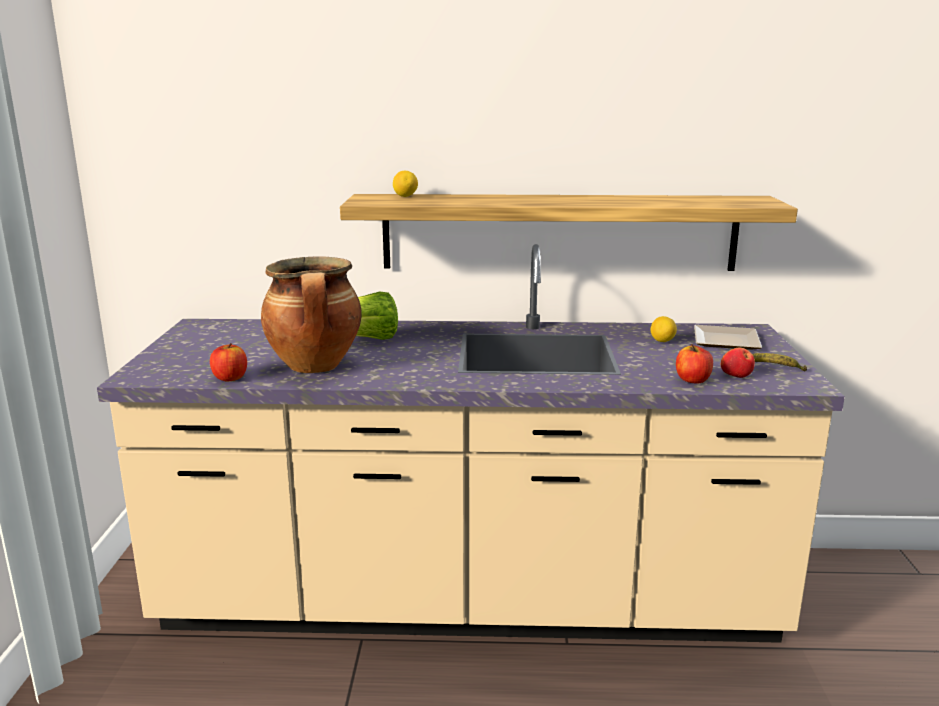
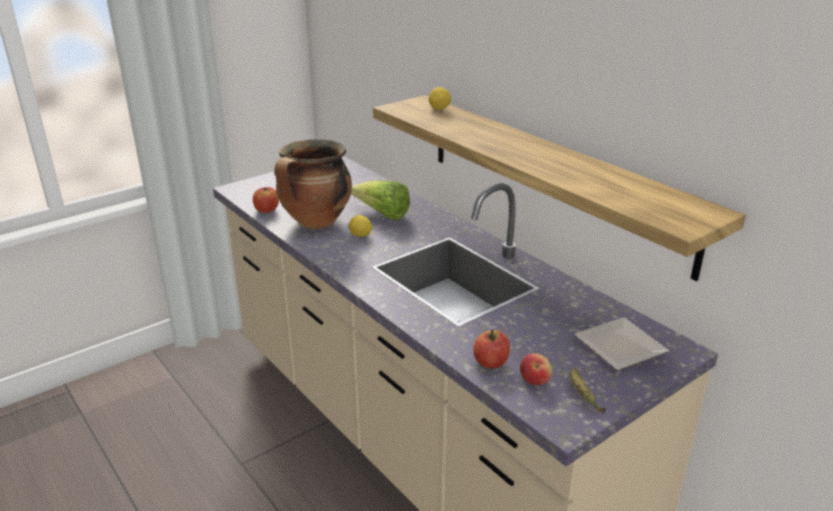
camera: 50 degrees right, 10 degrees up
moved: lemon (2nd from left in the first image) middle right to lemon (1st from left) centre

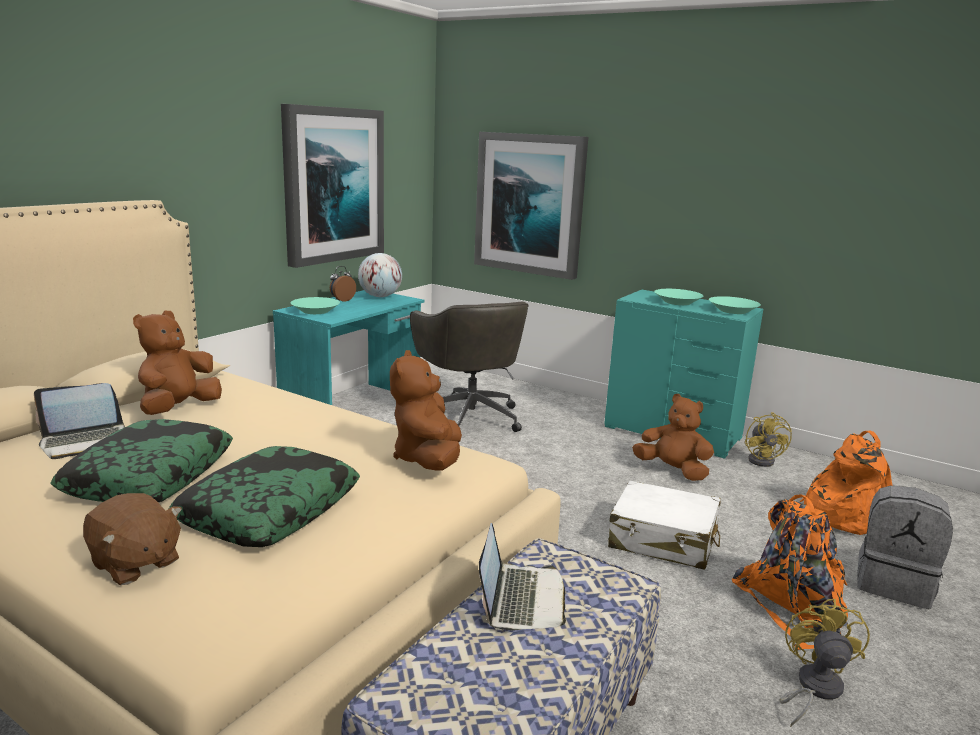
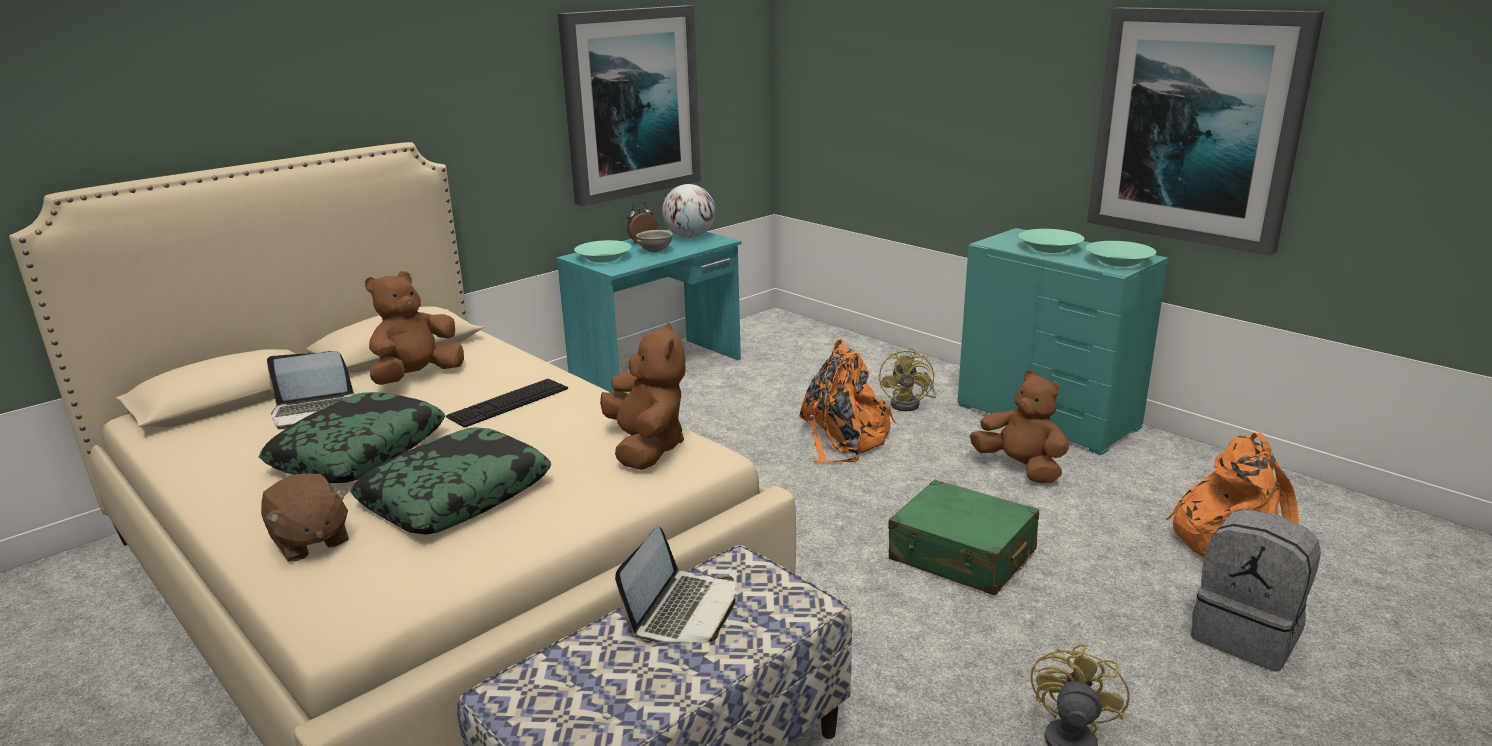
camera: 15 degrees right, 5 degrees up
removed: gray desk chair centre
added: gray deep dish top centre; PC keyboard centre
moved: wall art (2nd from left) top centre to top right; yellow-coloured fan (1st from left) middle right to centre; orangey backpack (1st from left) bottom right to centre
recoloured: white piece of luggage bottom right to greenish piece of luggage bottom centre
turned: brownish plush toy (3rd from left) centre = centre 150 degrees clockwise

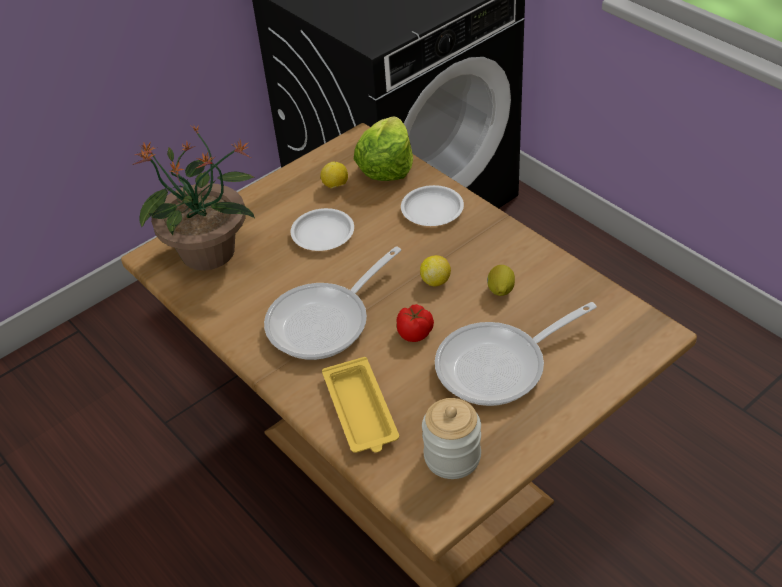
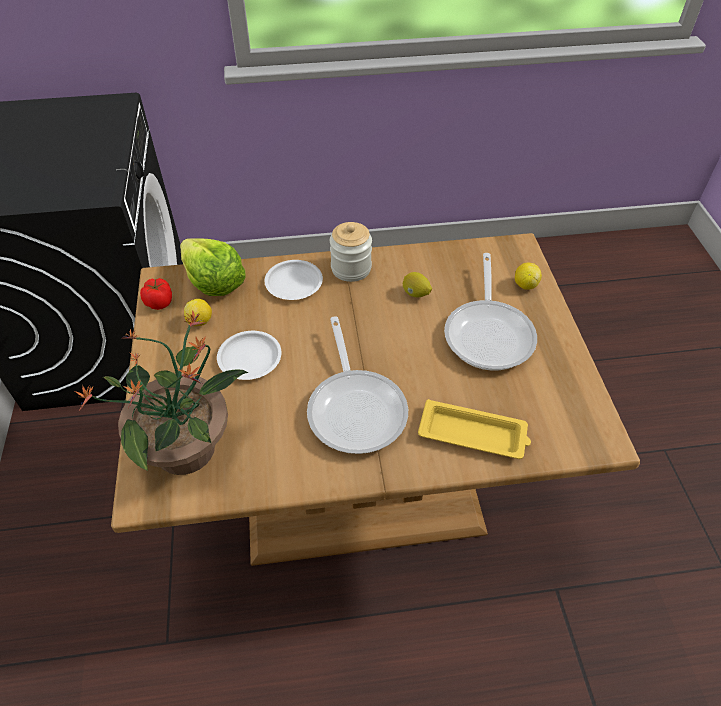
camera: 60 degrees left, 5 degrees up
moved: lemon (2nd from left in the first image) centre to lemon (3rd from left) middle right; tomato centre to middle left; preserve jar bottom centre to centre

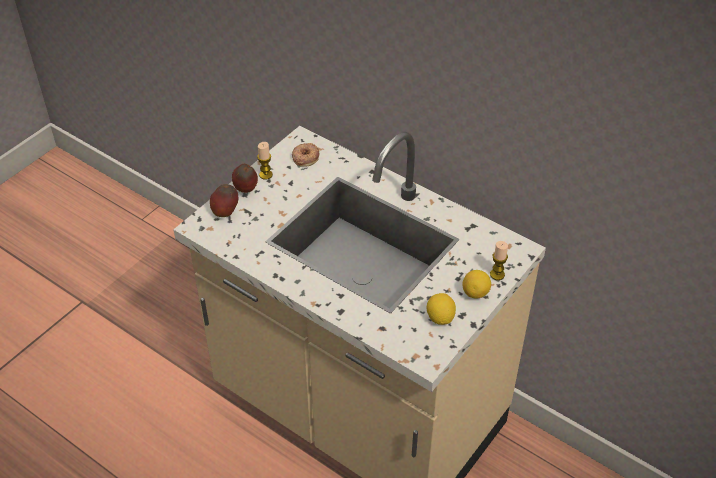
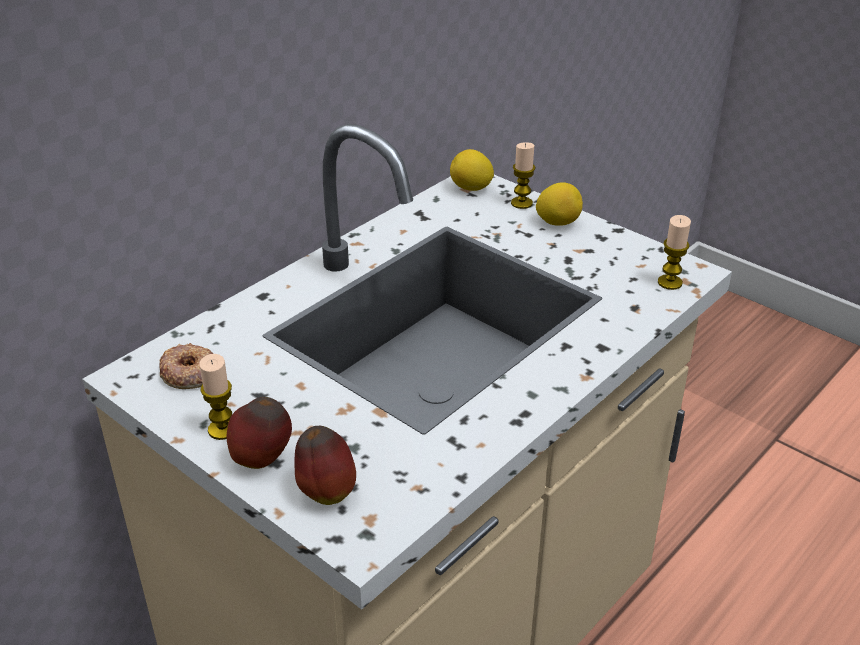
camera: 85 degrees left, 10 degrees down
added: wax candle (3rd from left) middle right
moved: lemon (1st from left) centre to top centre

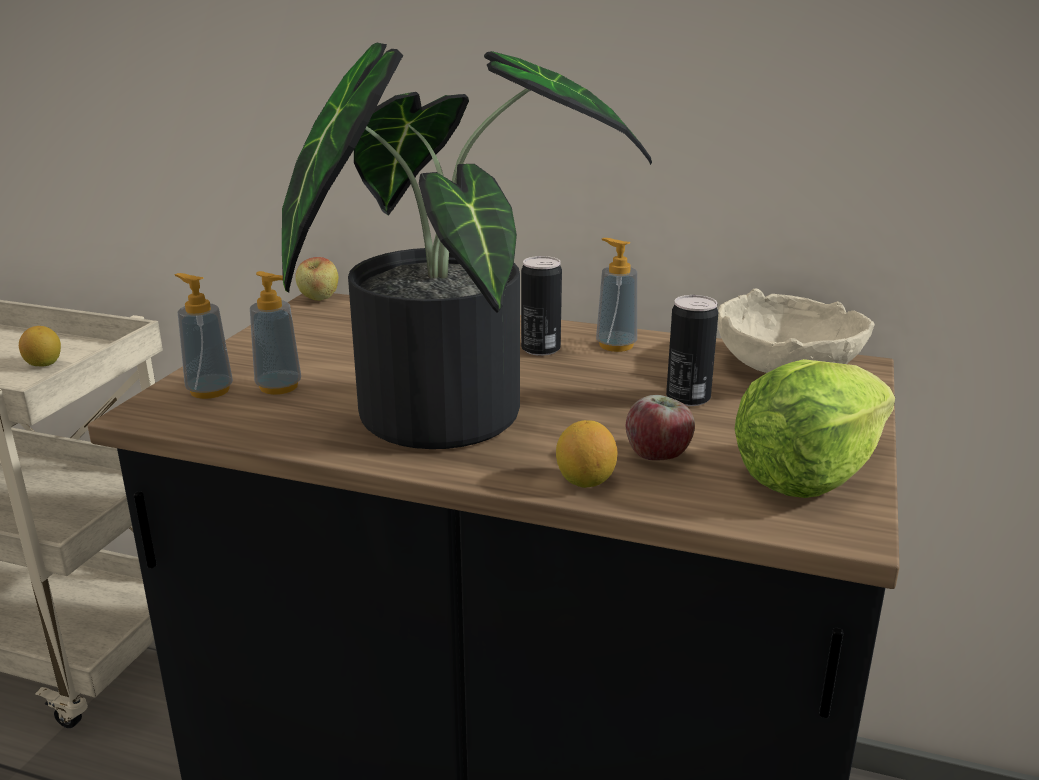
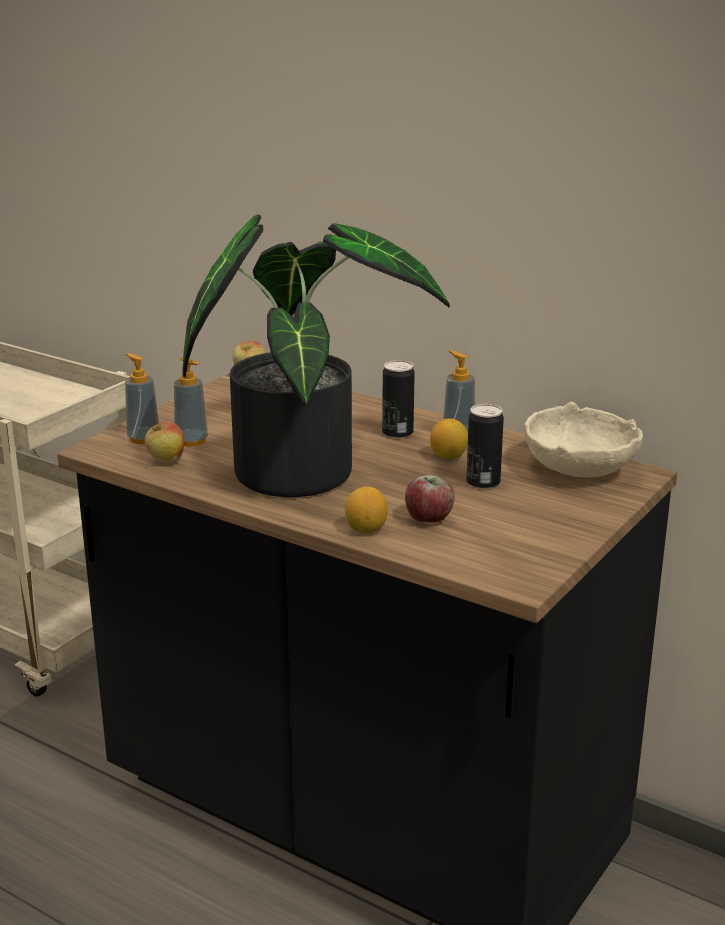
camera: 15 degrees right, 0 degrees up
removed: lettuce middle right
added: apple (1st from left) middle left
moved: lemon (1st from left in the first image) middle left to lemon (2nd from left) centre

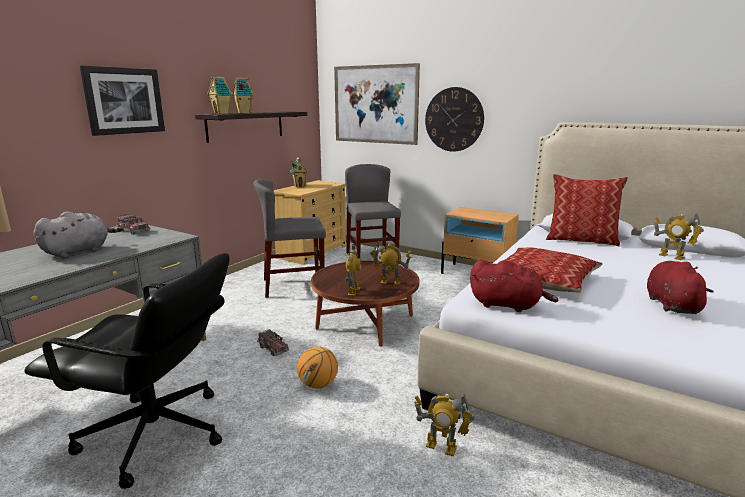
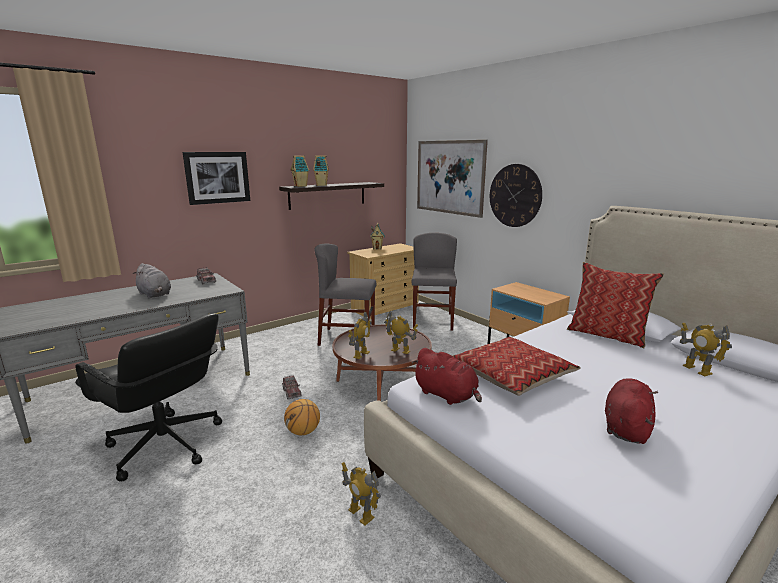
camera: 20 degrees right, 0 degrees up
turned: gray plush toy middle left = middle left 75 degrees clockwise

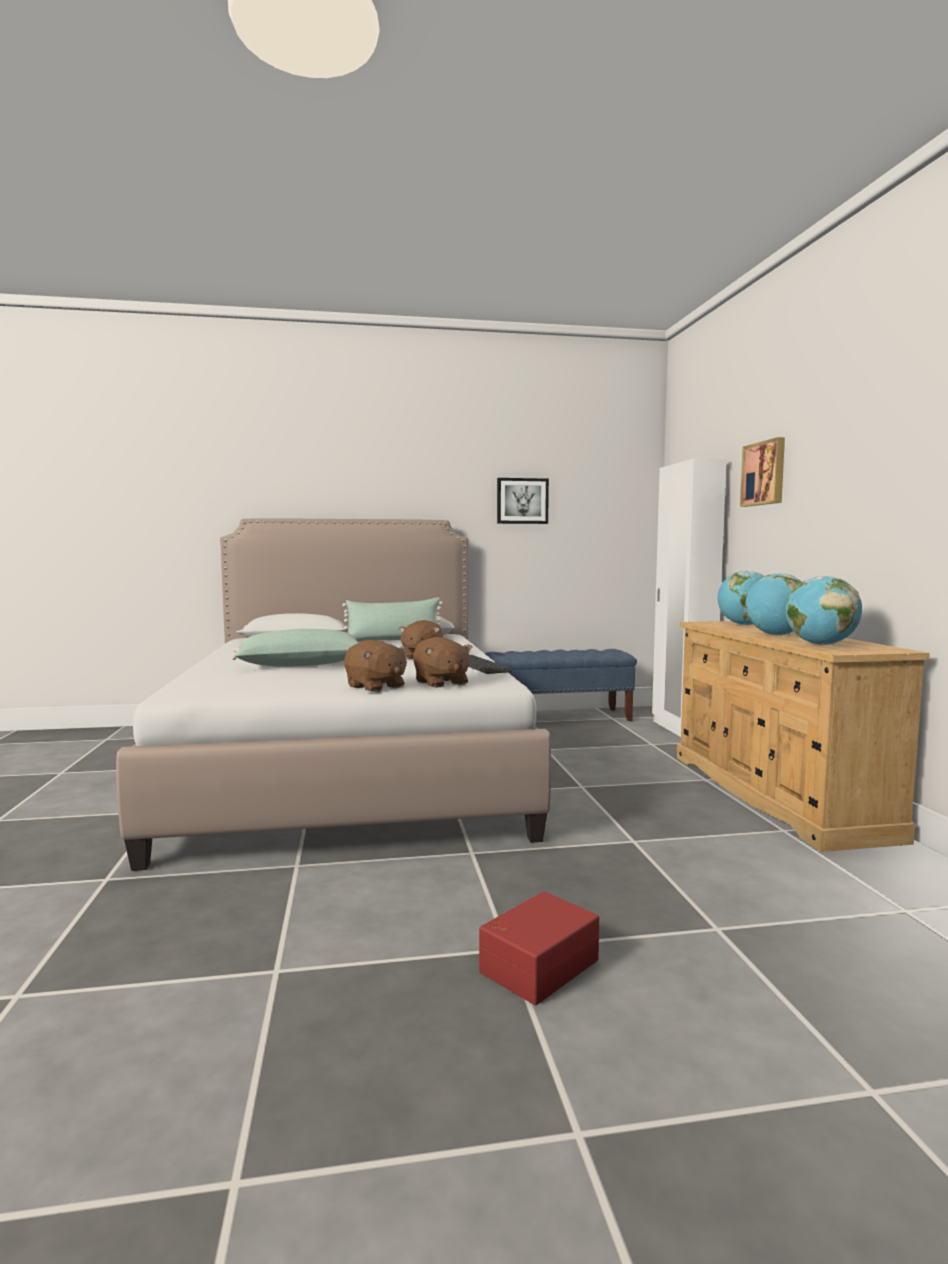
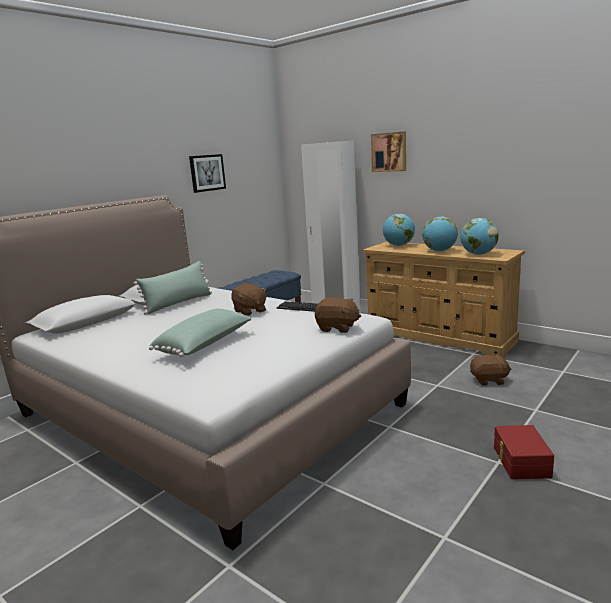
camera: 40 degrees left, 10 degrees up
moved: brownish plush toy (1st from left in the first image) centre to brownish plush toy (3rd from left) middle right

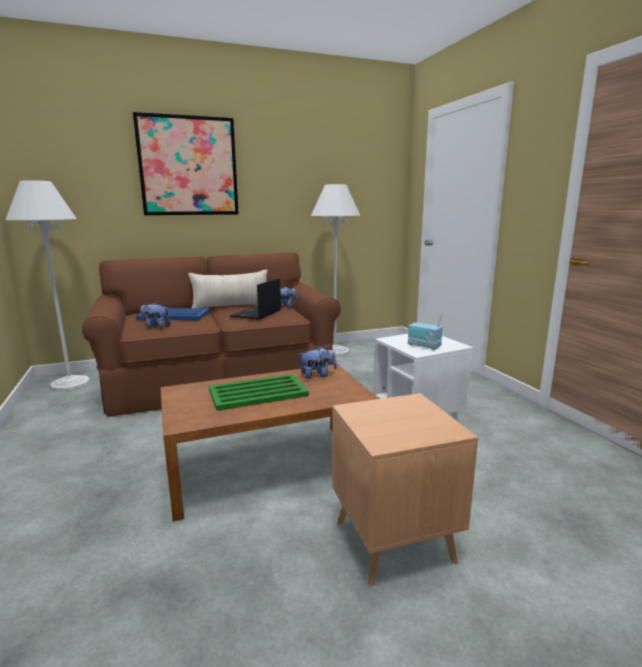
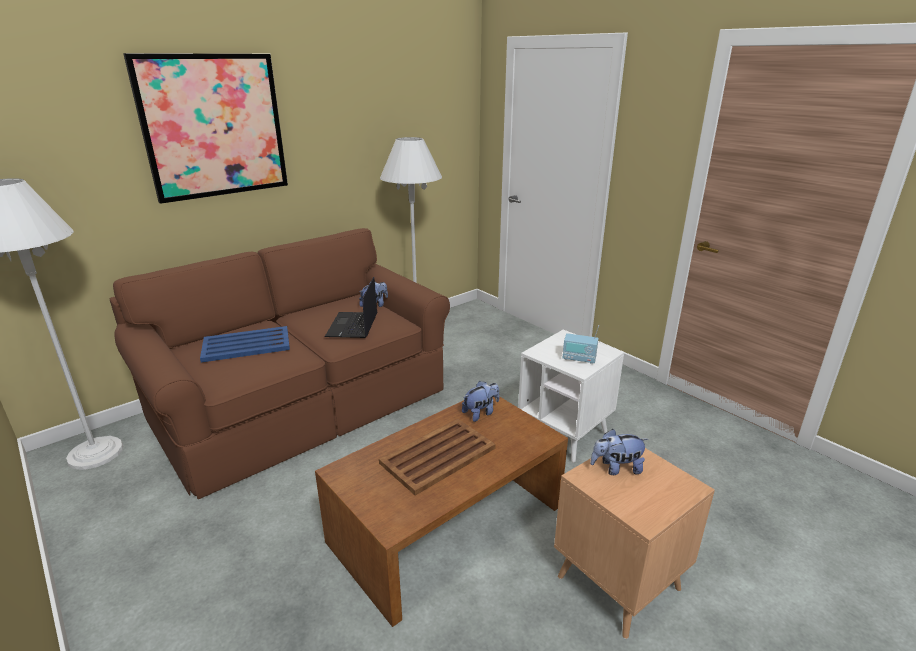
camera: 20 degrees left, 10 degrees up
removed: sand-coloured throw pillow centre
moved: plush toy (1st from left in the first image) middle left to plush toy (3rd from left) bottom right
recoloured: greenish carrying tray centre to brownish carrying tray bottom centre

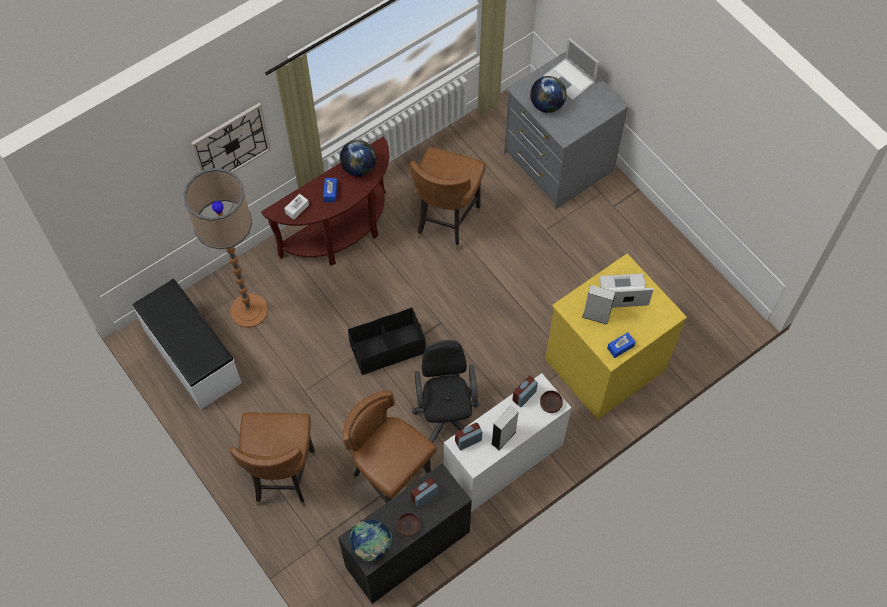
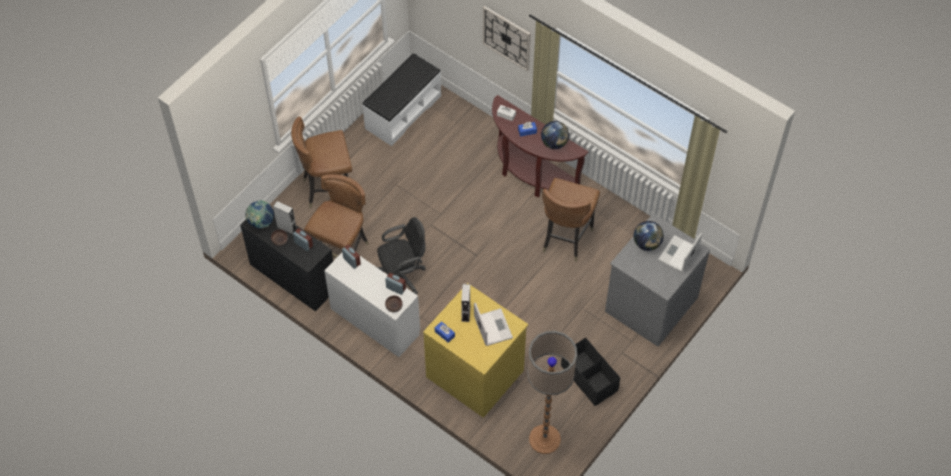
camera: 75 degrees right, 5 degrees down
moved: standard lamp middle left to bottom centre; black storage container centre to bottom centre; gray audio speaker (1st from left) bottom centre to middle left
turned: brownish chair (3rd from left) top centre = centre 75 degrees counterclockwise

